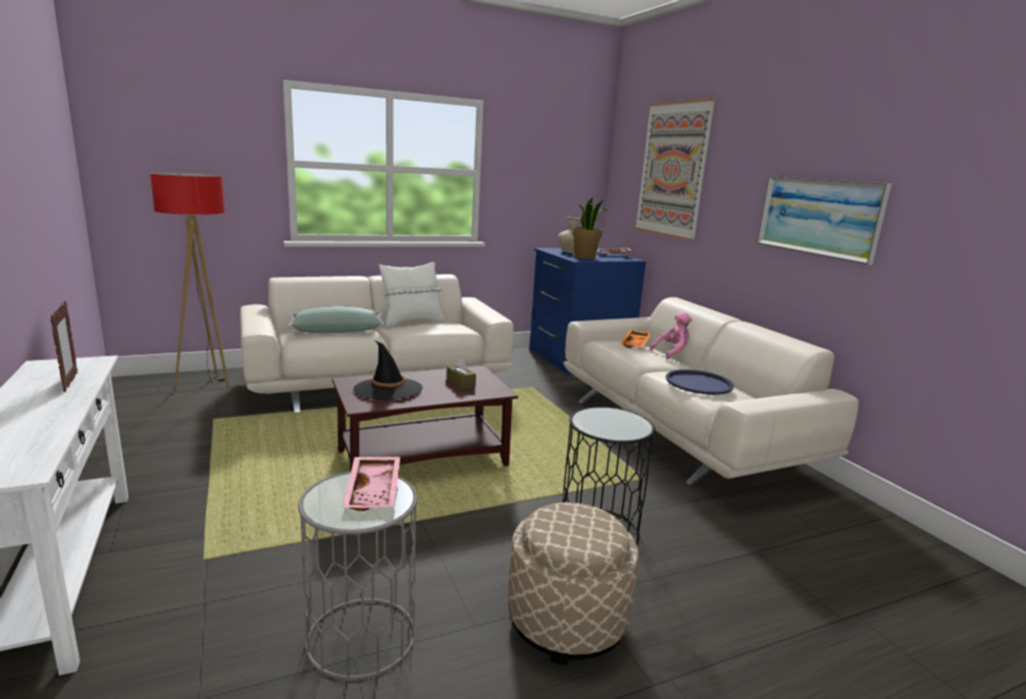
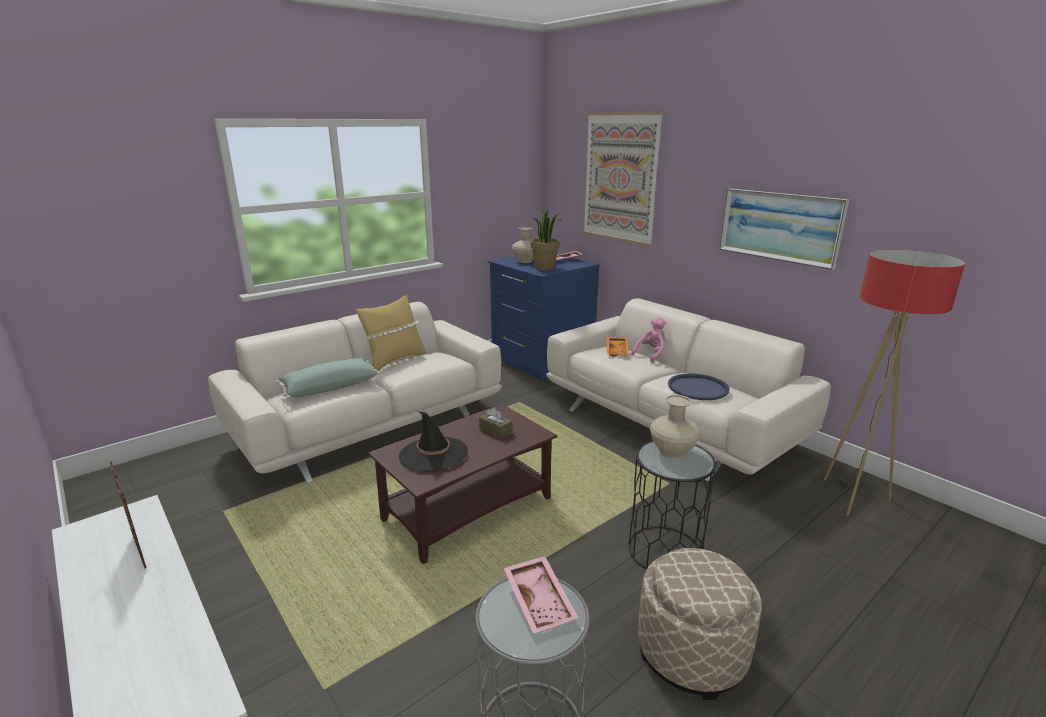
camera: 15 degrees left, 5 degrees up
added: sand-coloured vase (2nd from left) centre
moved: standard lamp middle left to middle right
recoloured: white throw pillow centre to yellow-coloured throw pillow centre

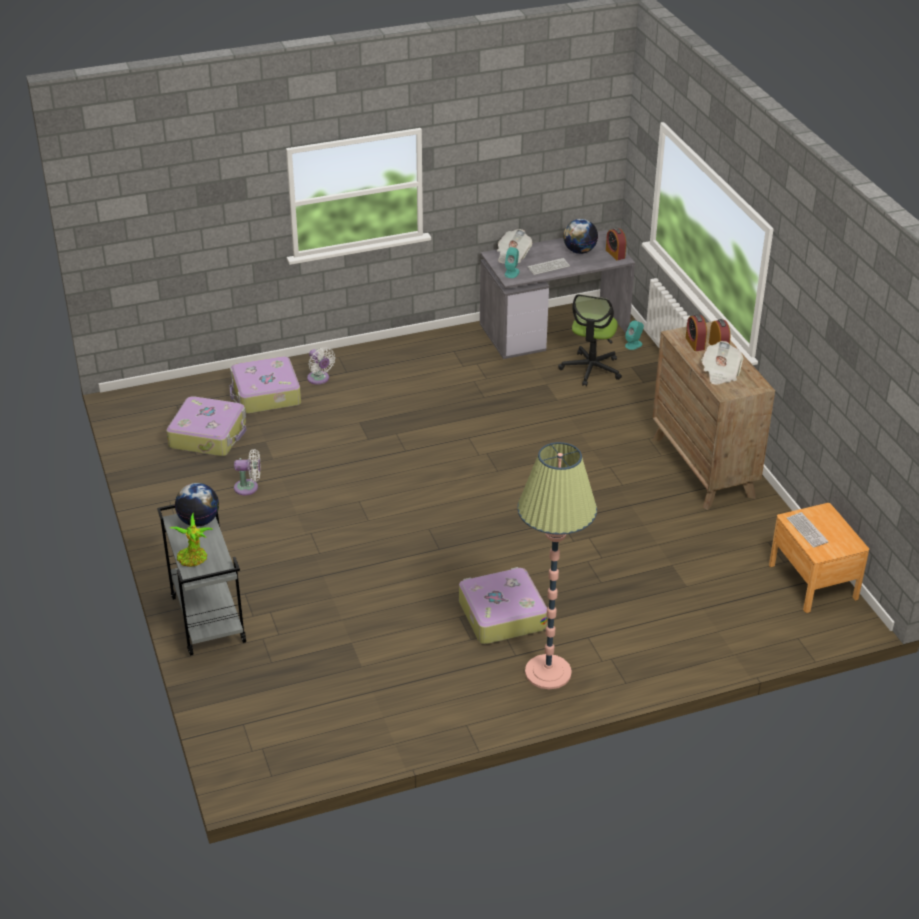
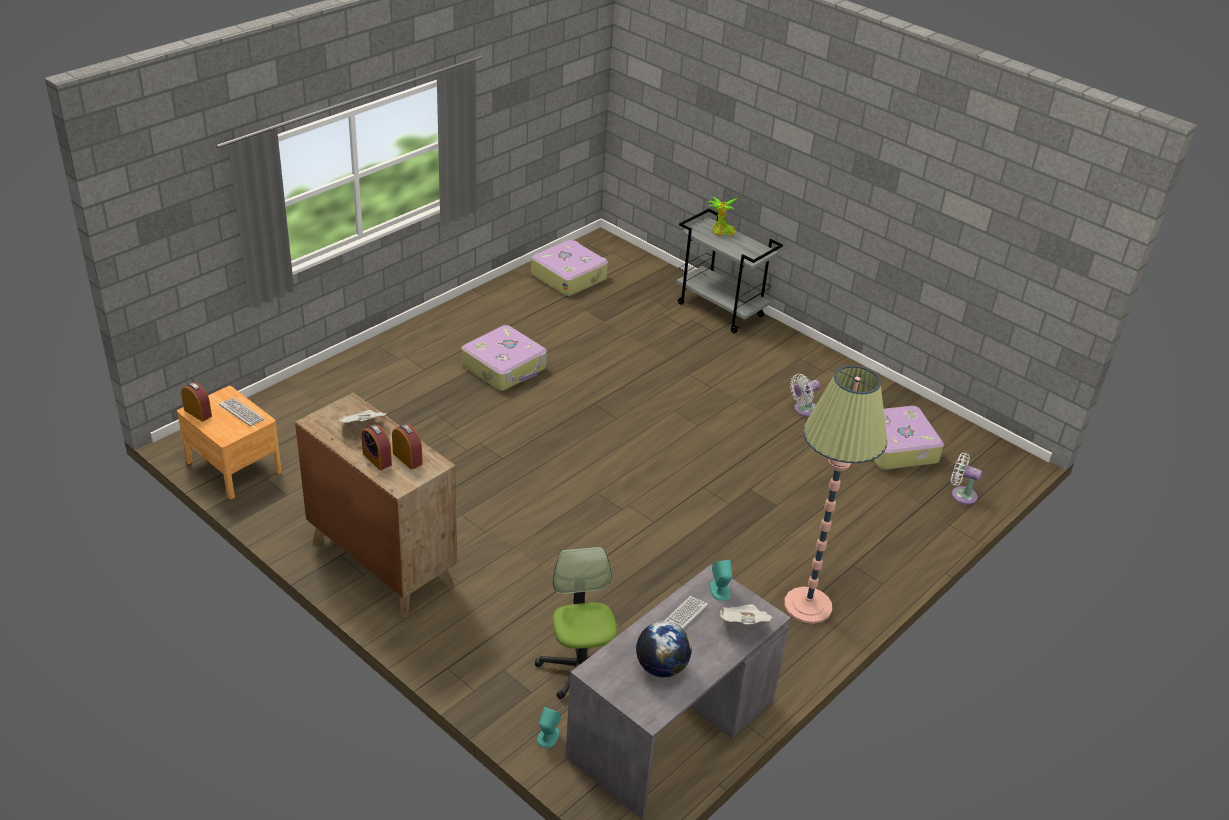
camera: 150 degrees right, 0 degrees up
removed: world globe (1st from left) middle left
moved: bedside clock (1st from left) top right to middle left; white fan (2nd from left) centre to middle right; piece of luggage (2nd from left) middle left to top centre; standard lamp centre to middle right

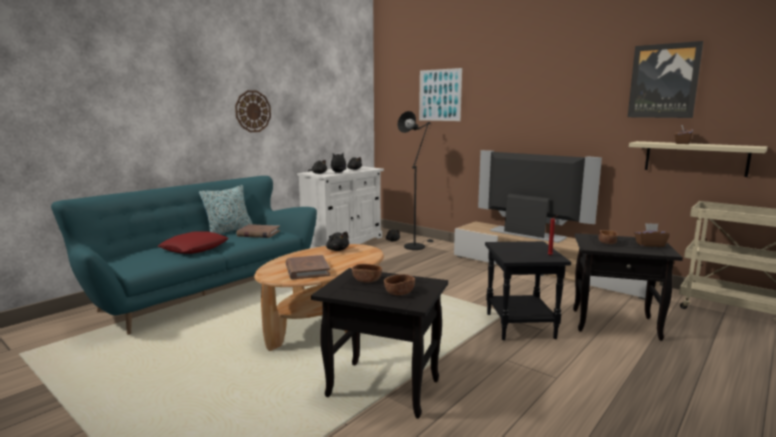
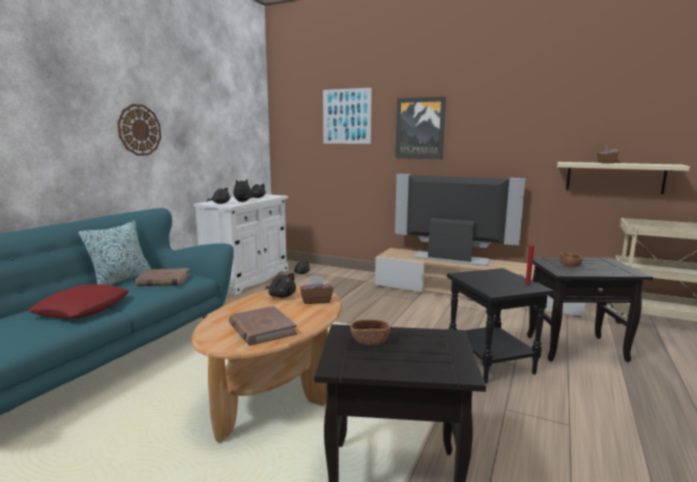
camera: 15 degrees left, 0 degrees up
removed: black standard lamp centre; brownish deep dish (2nd from left) centre
moved: wall art (2nd from left) top right to top centre; brownish tissue holder (1st from left) middle right to centre

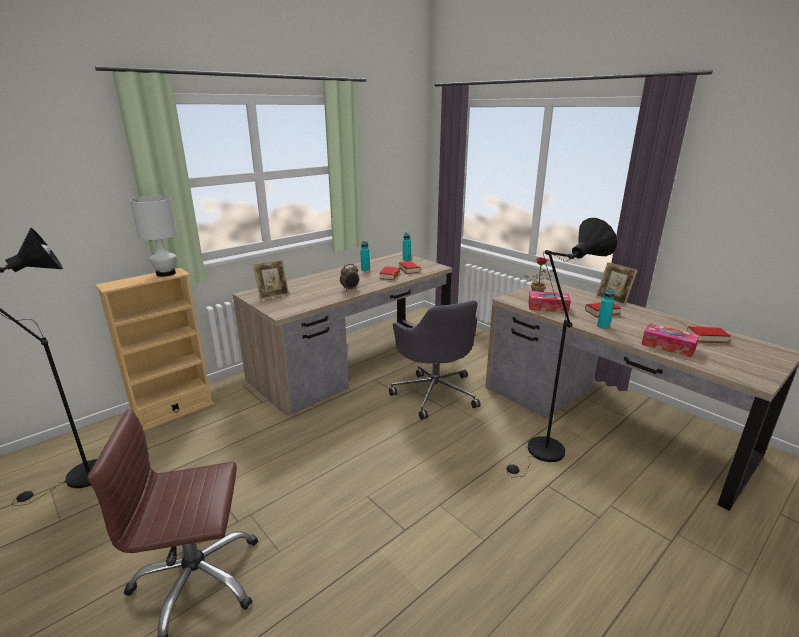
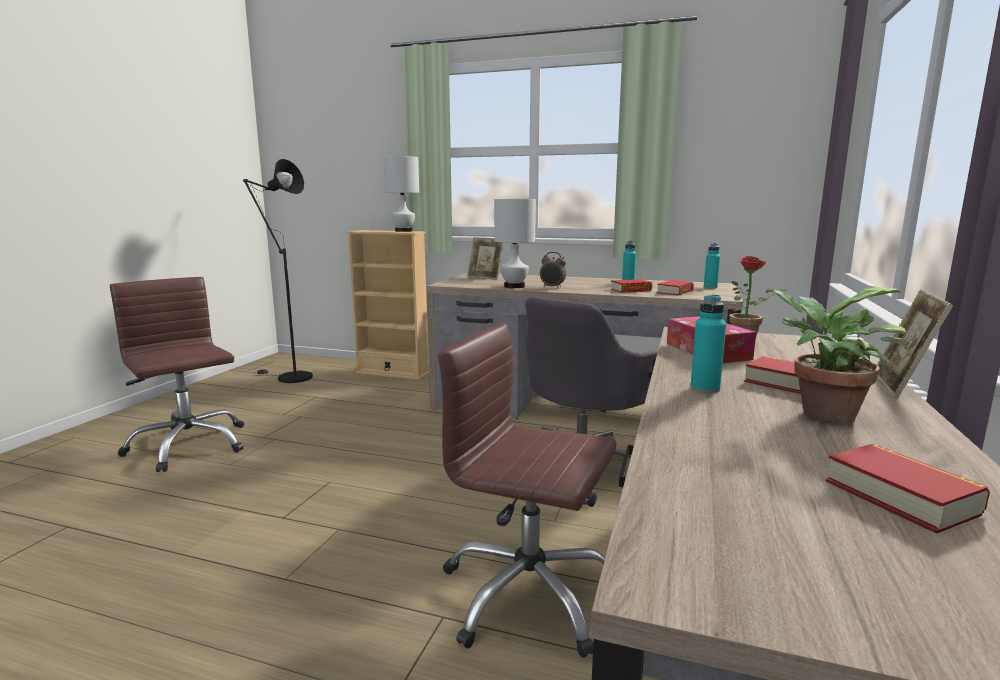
camera: 60 degrees right, 10 degrees down
removed: tissue holder (2nd from left) middle right
added: white lamp for a table (2nd from left) centre; potted plant (2nd from left) middle right
replaced: black standard lamp (2nd from left) middle right to brownish desk chair (2nd from left) bottom centre

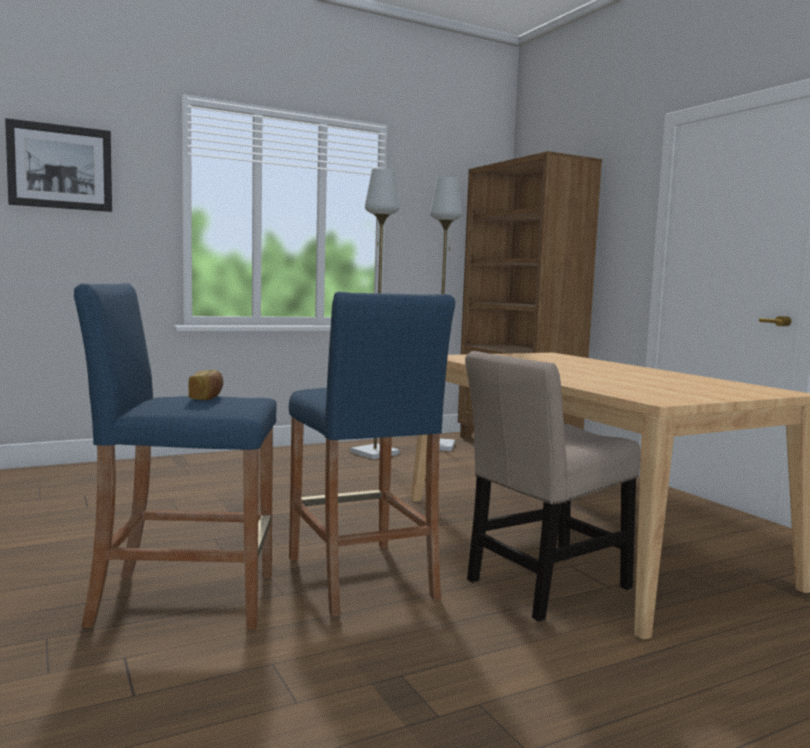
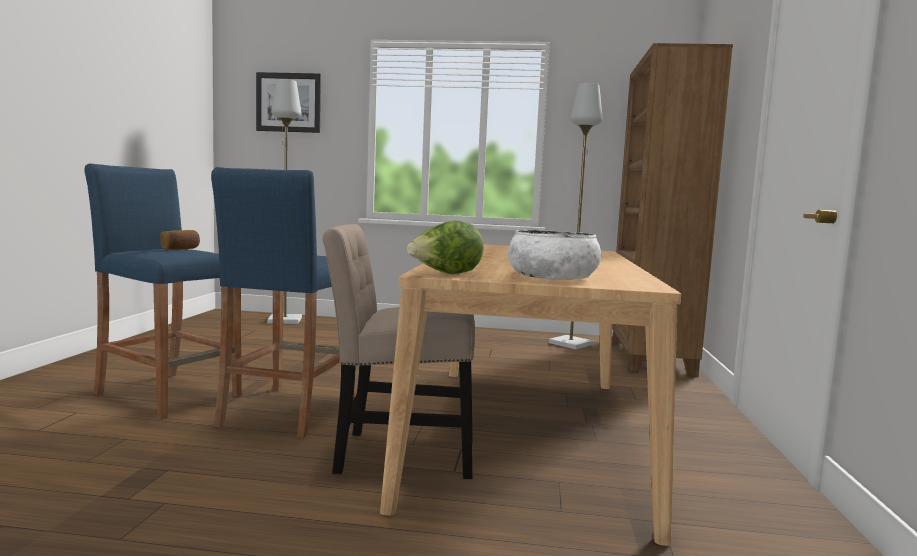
camera: 35 degrees right, 0 degrees up
added: lettuce centre; white deep dish centre
moved: gray standard lamp (1st from left) centre to middle left

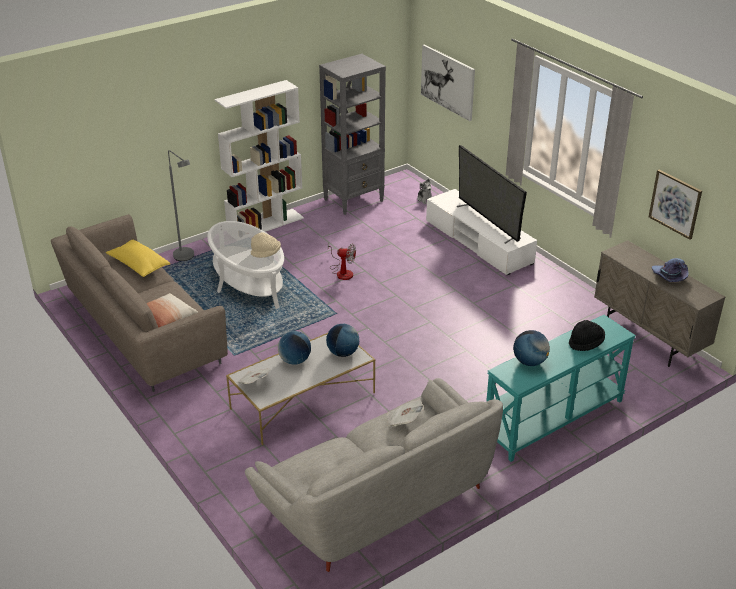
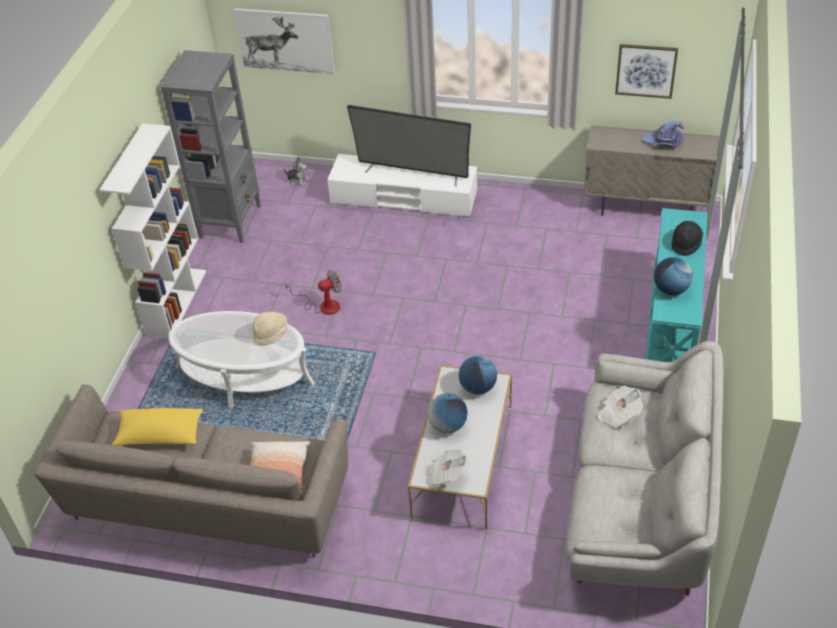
camera: 40 degrees left, 10 degrees up
removed: gray standard lamp middle left

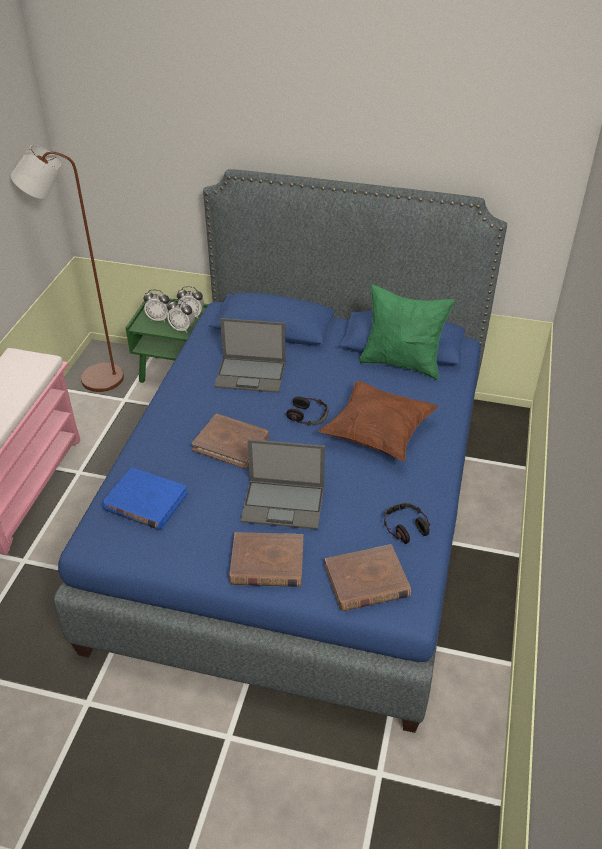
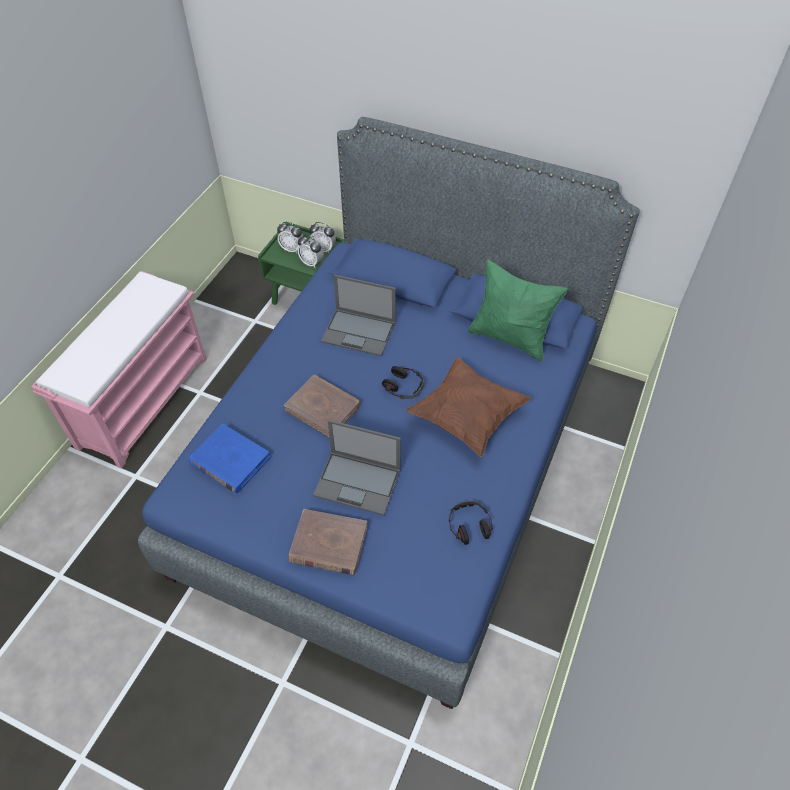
camera: 10 degrees right, 10 degrees up
removed: brownish standard lamp top left; brownish volume (3rd from left) bottom centre

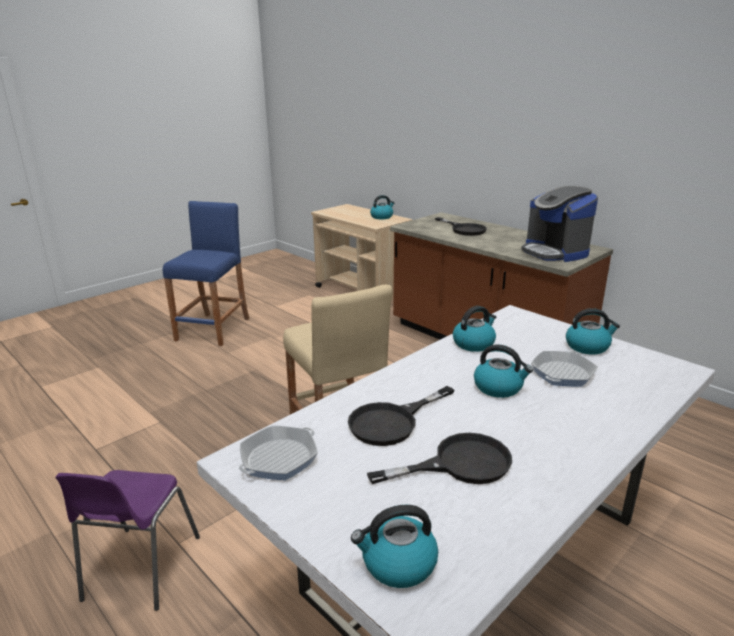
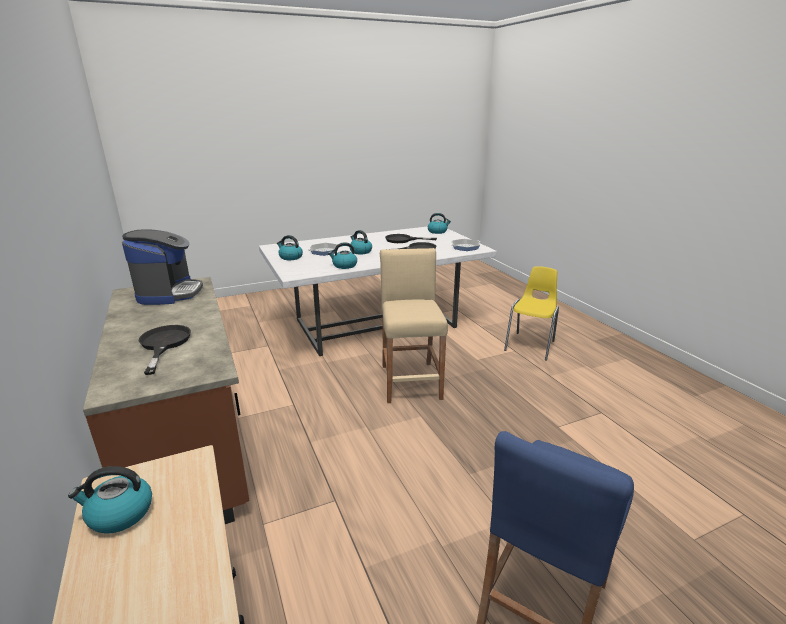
camera: 160 degrees left, 0 degrees up
recoloured: purple-coloured chair bottom left to yellow-coloured chair middle right

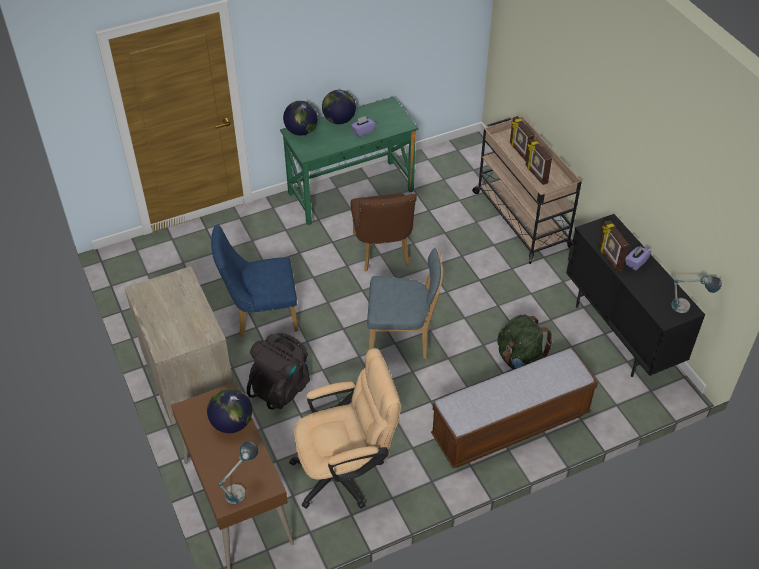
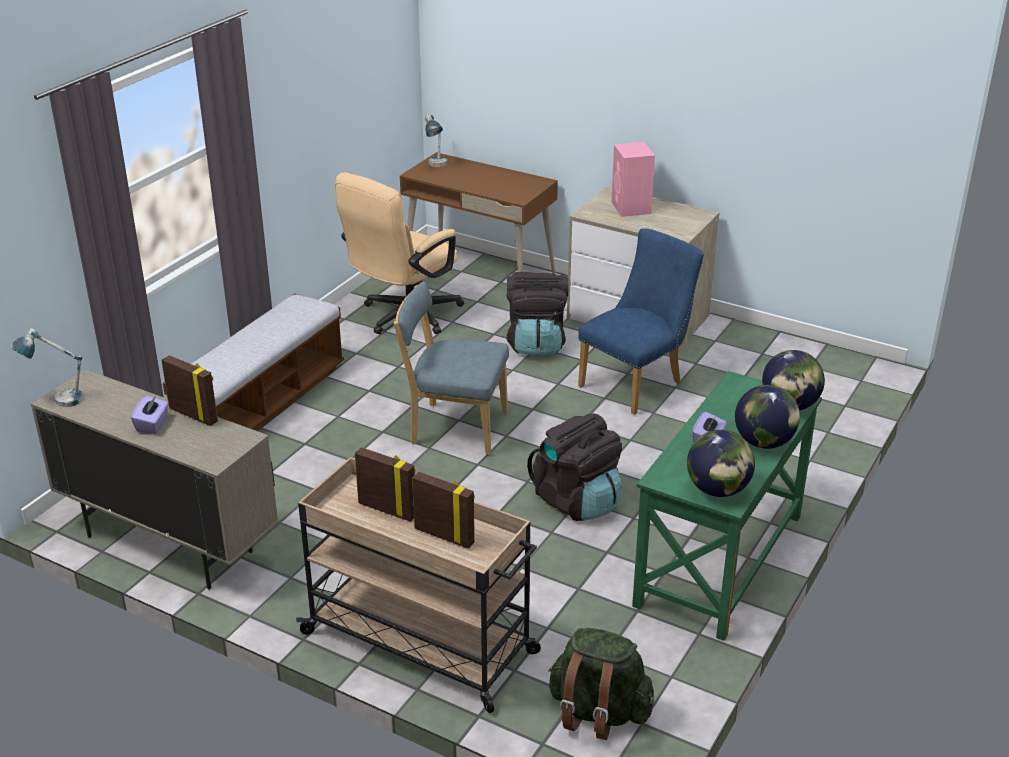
camera: 145 degrees right, 15 degrees down
added: pink audio speaker top centre
moved: greenish backpack middle right to bottom centre; world globe (1st from left) bottom left to middle right
replaced: brownish chair centre to black backpack (2nd from left) centre
recoloured: black cupboard middle right to sand-coloured cupboard middle left
turned: blue-coloured chair (2nd from left in the first image) centre = centre 45 degrees clockwise

